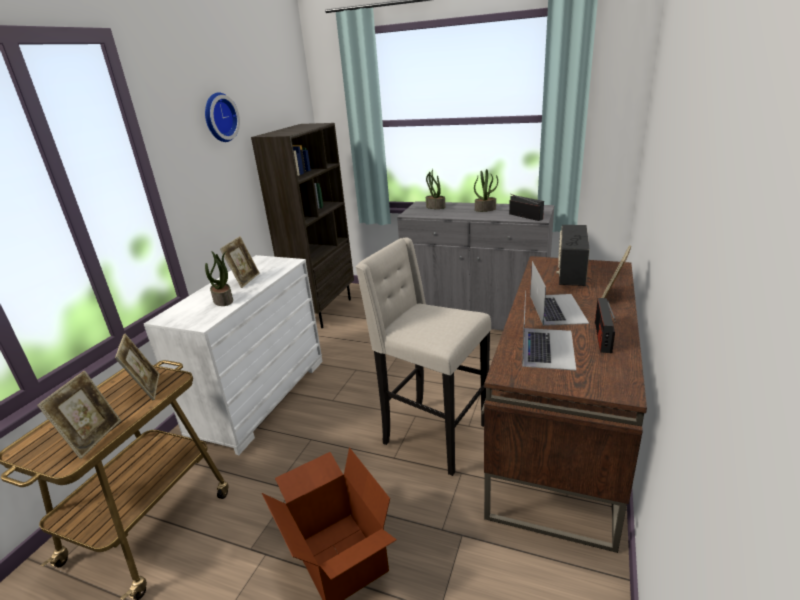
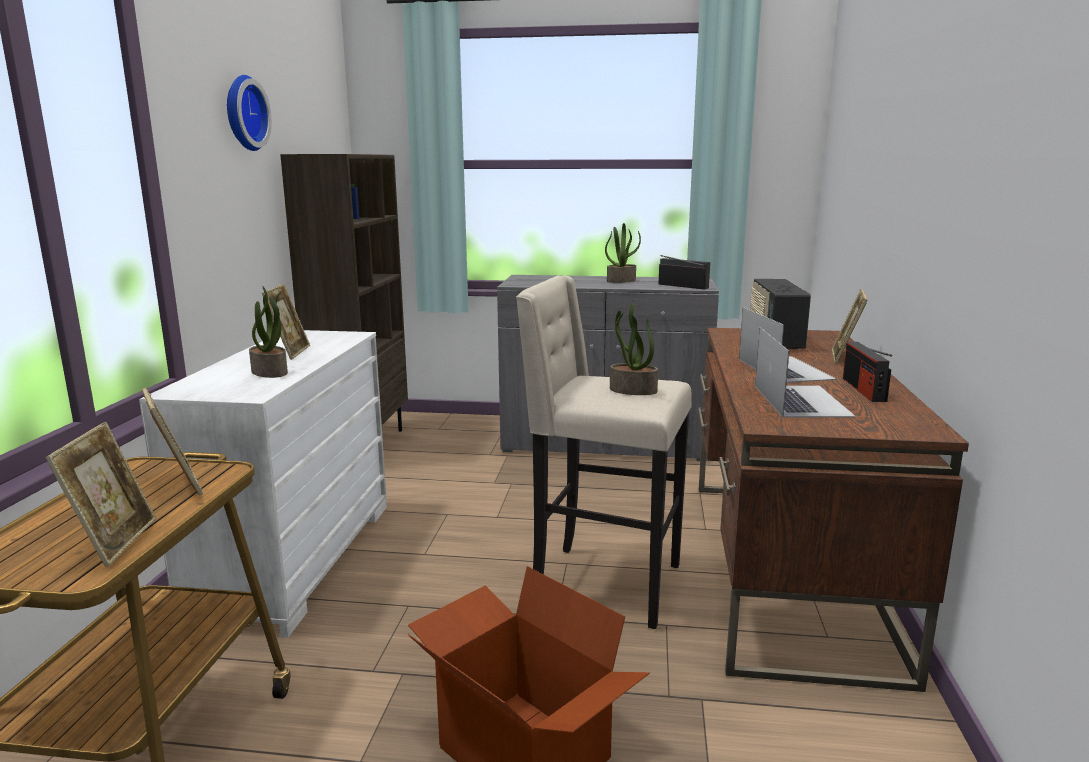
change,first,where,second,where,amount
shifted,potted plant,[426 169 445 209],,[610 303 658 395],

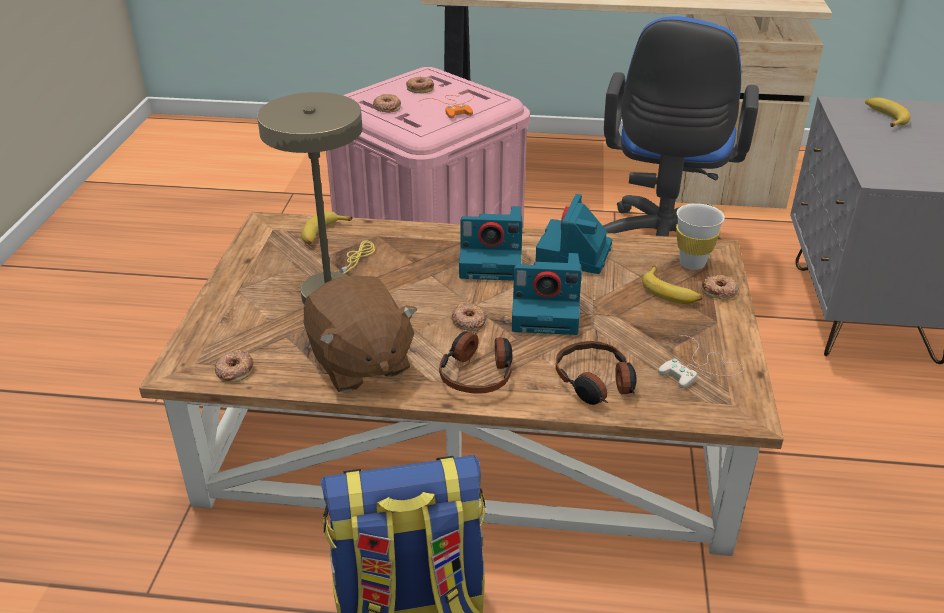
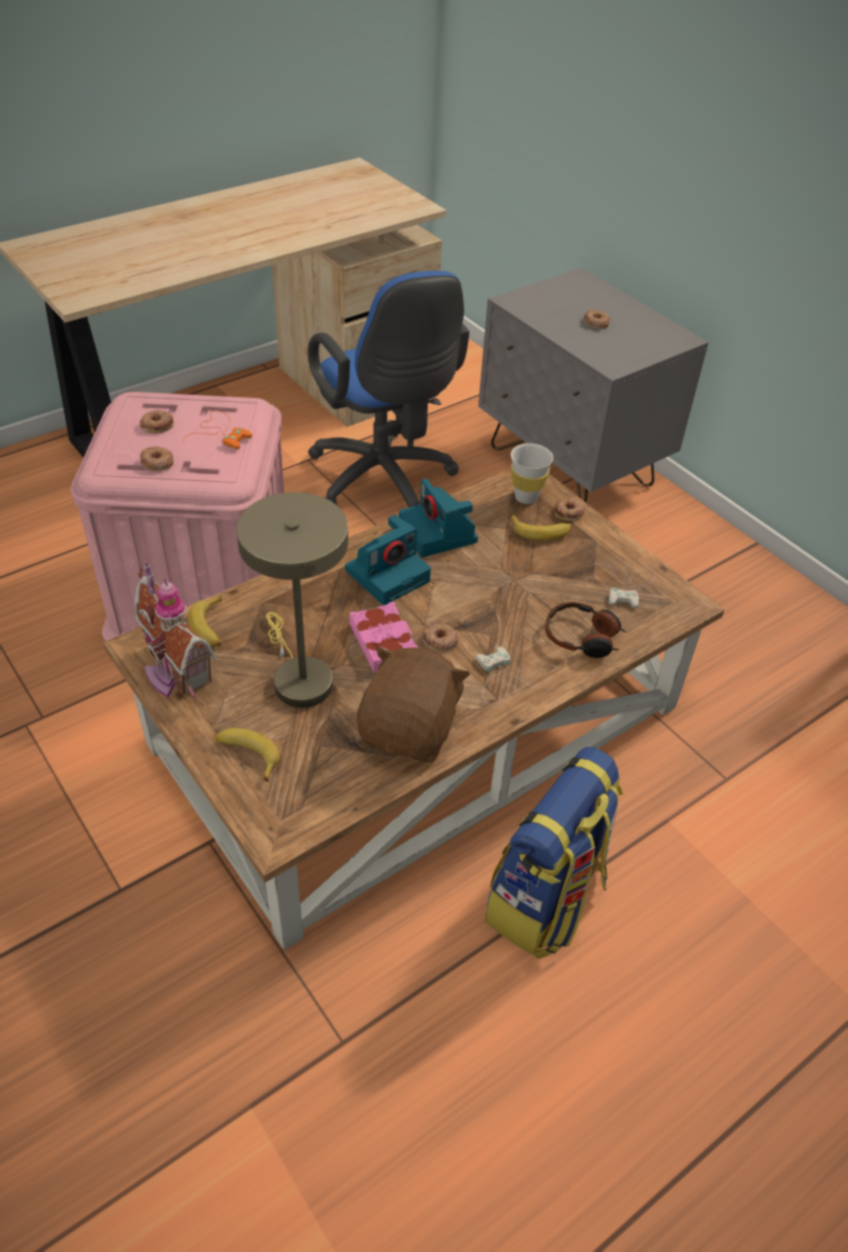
change,first,where,second,where,amount
shifted,whole banana,[865 97 910 127],,[214 728 280 782],
gone,still camera,[512 253 582 335],,,
rotated,plush toy (brownish),[303 275 417 392],,[357 646 470 762],90 degrees counterclockwise
swapped,headphones,[439 331 513 394],gamepad (whitish),[476 647 549 706],
shifted,doughnut,[214 350 253 383],,[584 309 610 329],
new,,,miniature house,[134 562 216 698],
new,,,bound book (pink),[349 601 419 673],

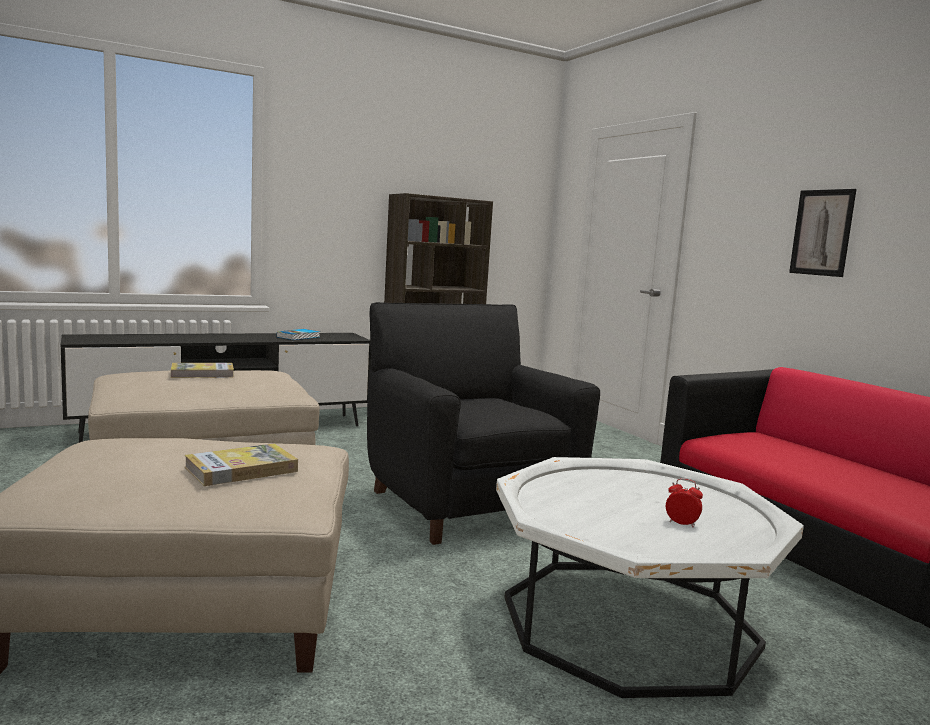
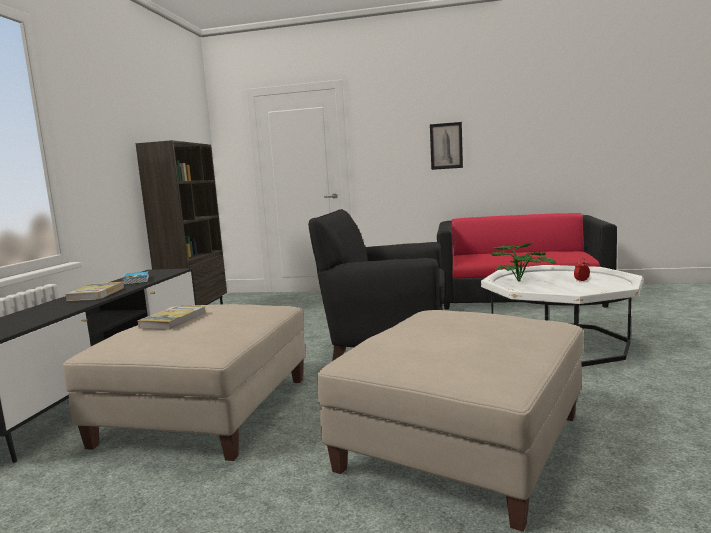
change,first,where,second,where,amount
shifted,bound book,[185 443 298 486],,[65 282 124 301],
new,,,potted plant,[491 242 556 282],

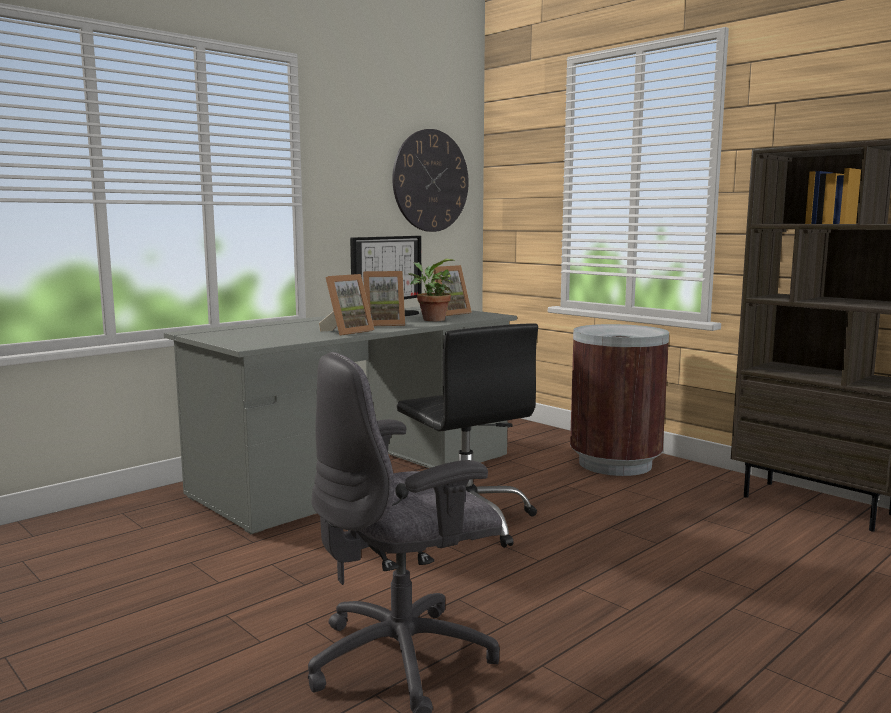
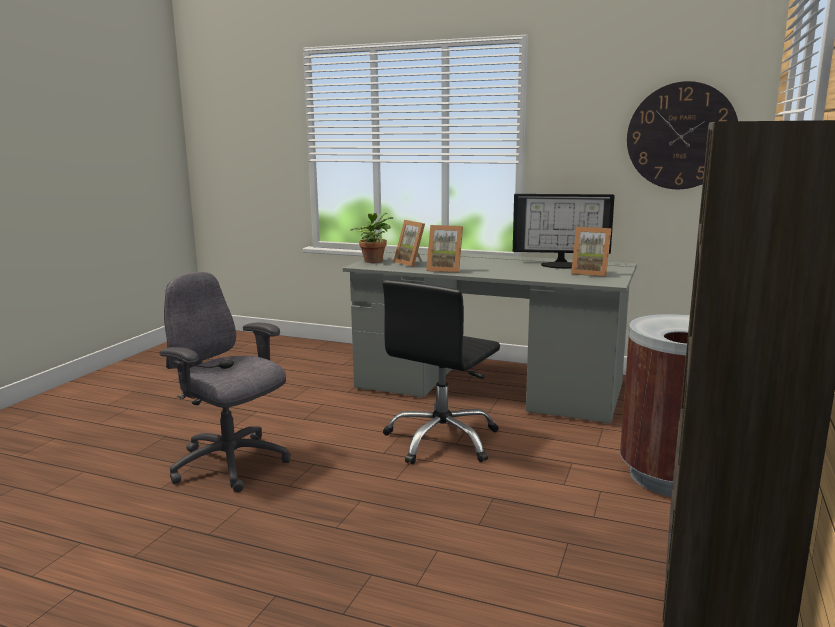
change,first,where,second,where,amount
shifted,potted plant,[408 259 455 321],,[350 213 393 263],
shifted,photo frame,[363 271 405 326],,[393 220 425 267],

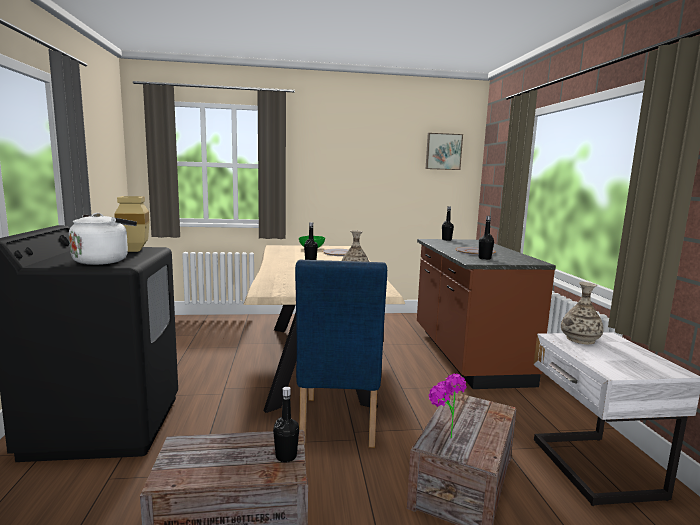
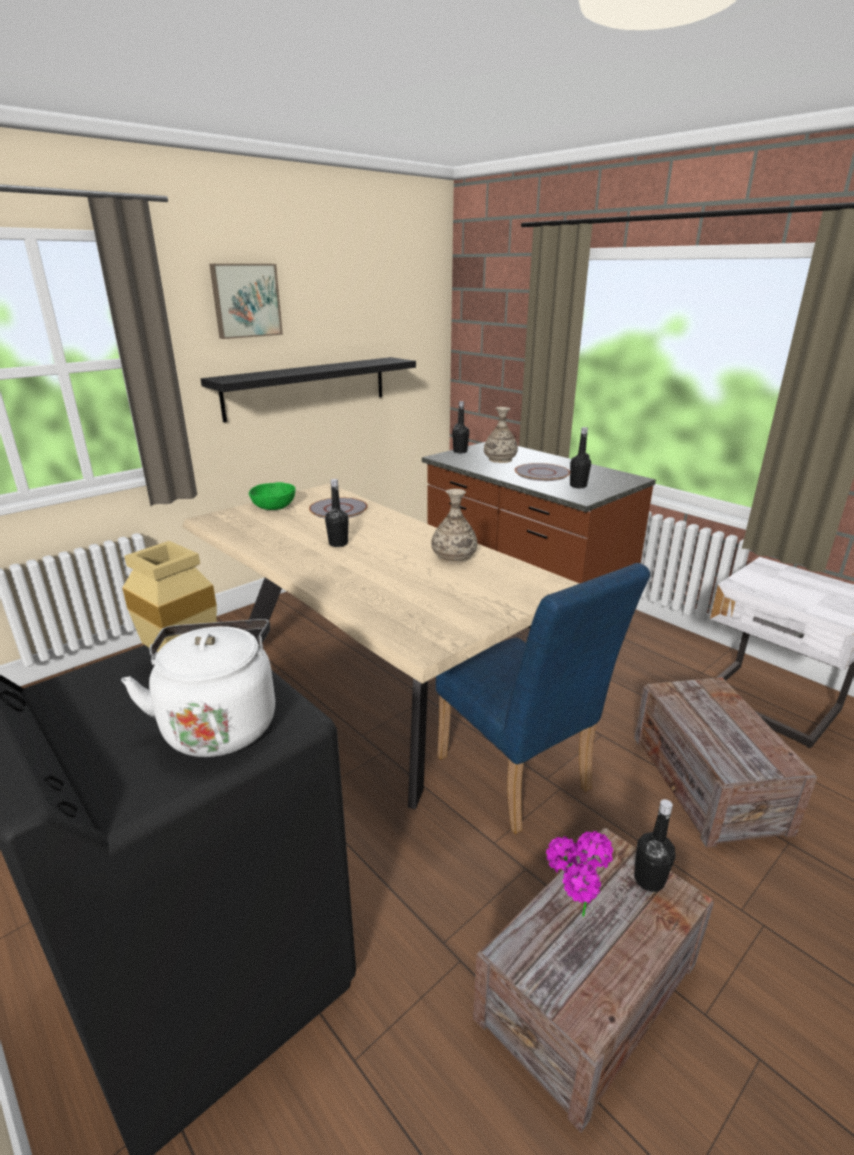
change,first,where,second,where,amount
shifted,picture,[426 133 463 170],,[209 264 283 339],
shifted,vase,[561 282 604 344],,[484 407 518 463],
shifted,potted plant,[429 373 466 438],,[546 831 613 917],
new,,,bracket shelf (blackish),[201 357 416 422],

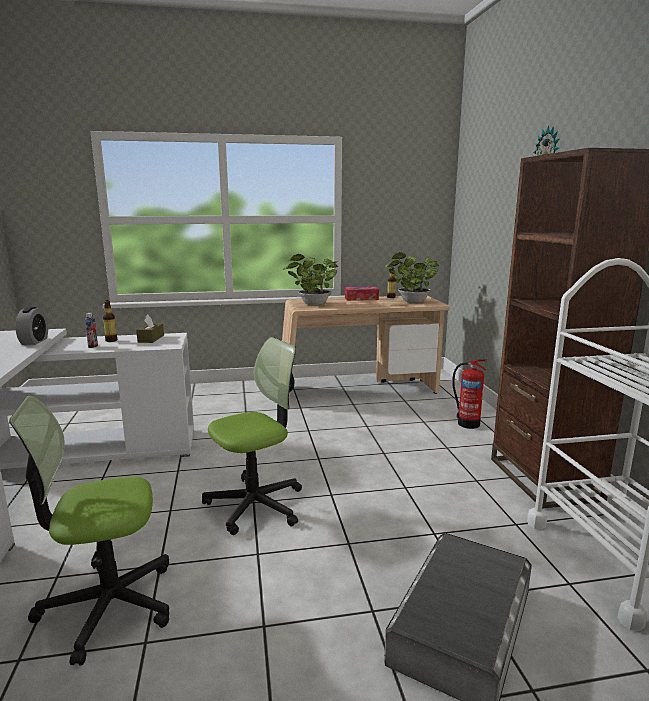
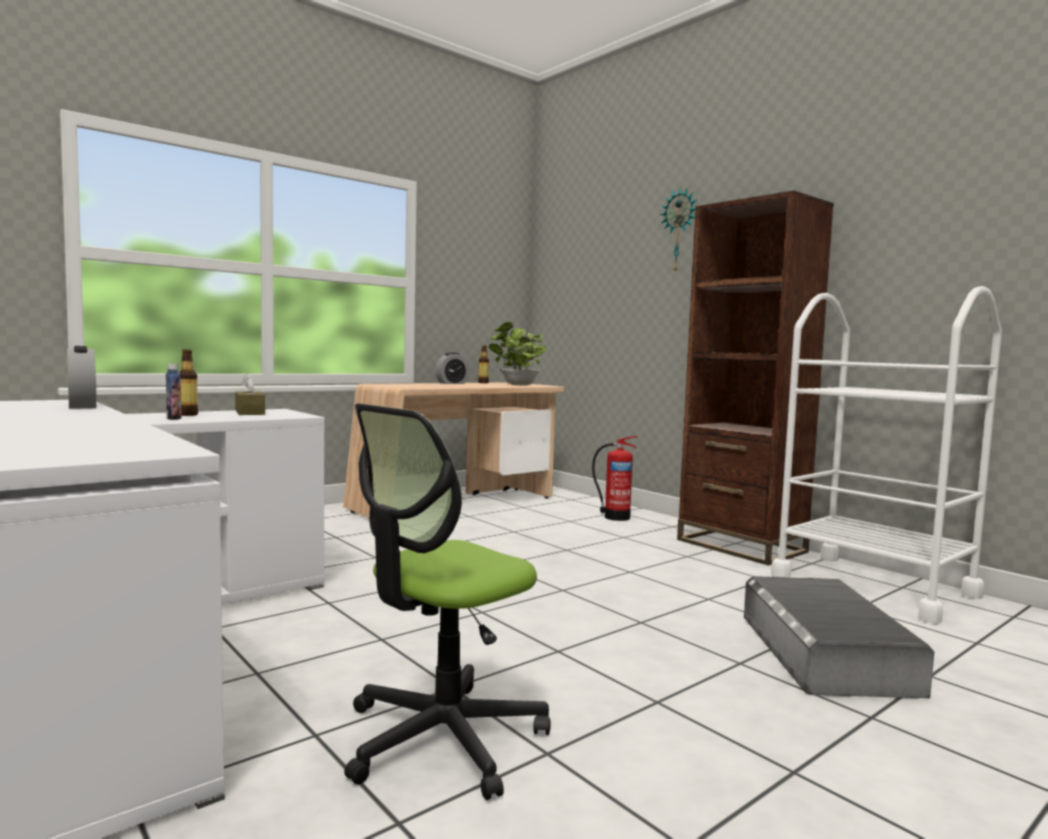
change,first,where,second,where,amount
gone,potted plant,[282 254 339 306],,,
swapped,tissue box,[345 287 379 301],table clock,[435 352 470 384],
gone,desk chair,[202 337 302 535],,,

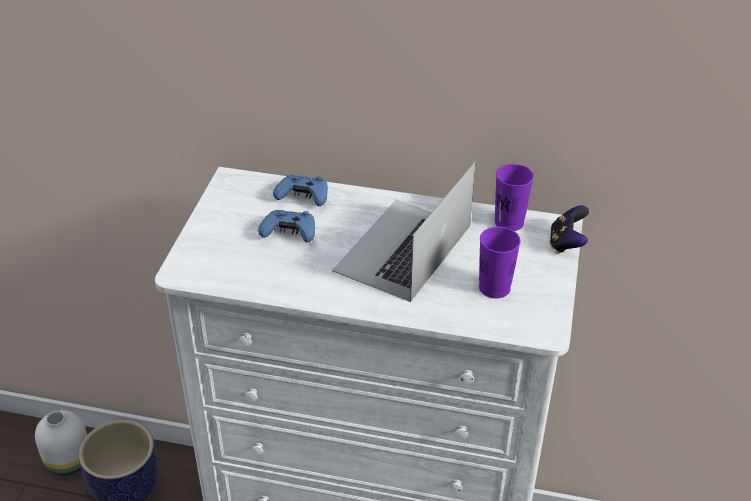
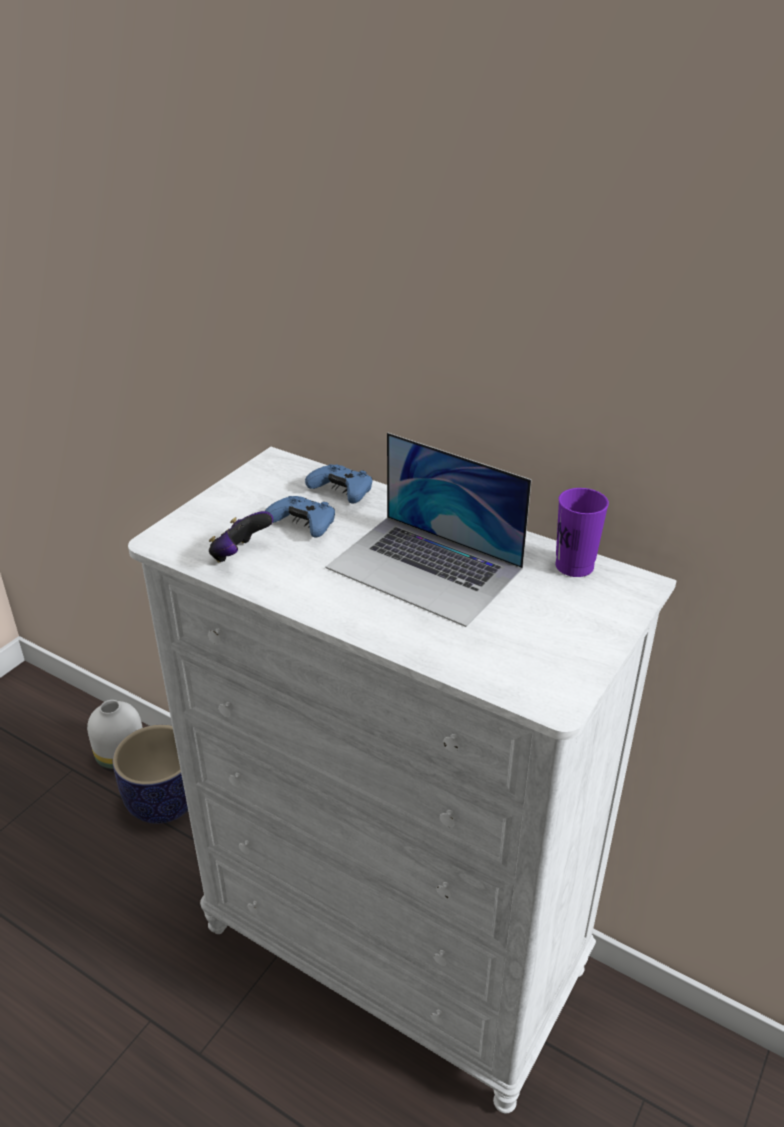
change,first,where,second,where,amount
rotated,laptop,[332 162 476 302],,[326 433 532 627],105 degrees counterclockwise
shifted,gamepad,[549 205 589 253],,[209 511 273 563],
gone,drinking cup (purple-coloured),[479 227 521 298],,,

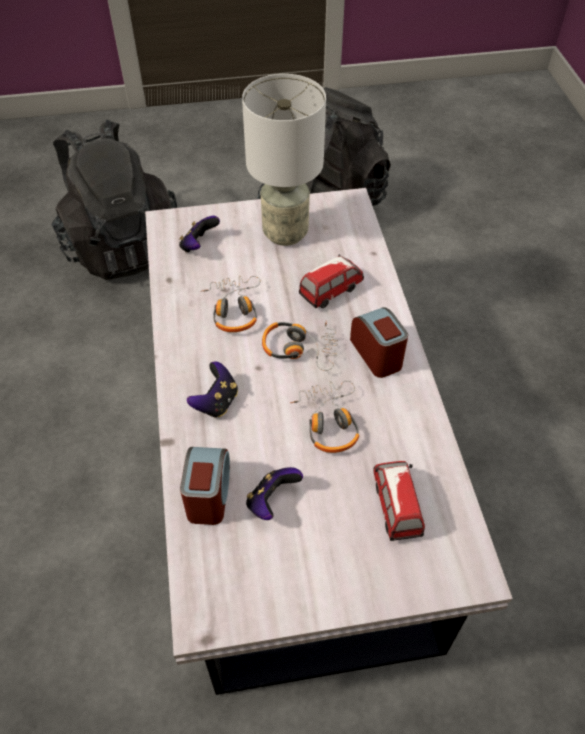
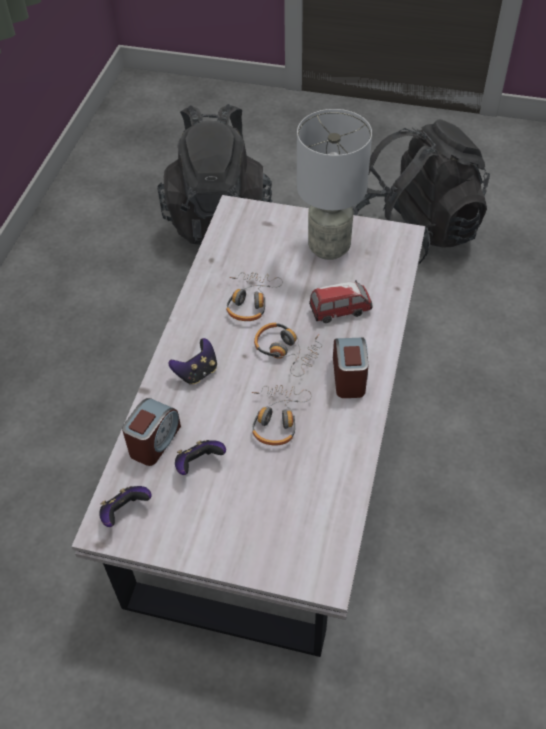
change,first,where,second,where,amount
shifted,gamepad,[179 216 220 252],,[100 486 152 527],
gone,model car,[373 461 425 541],,,

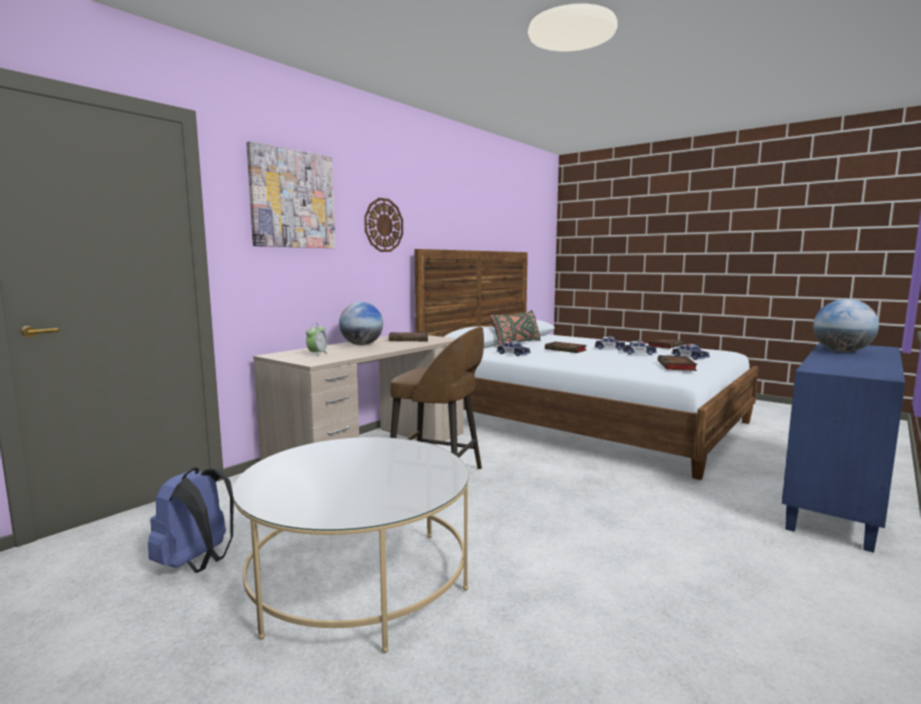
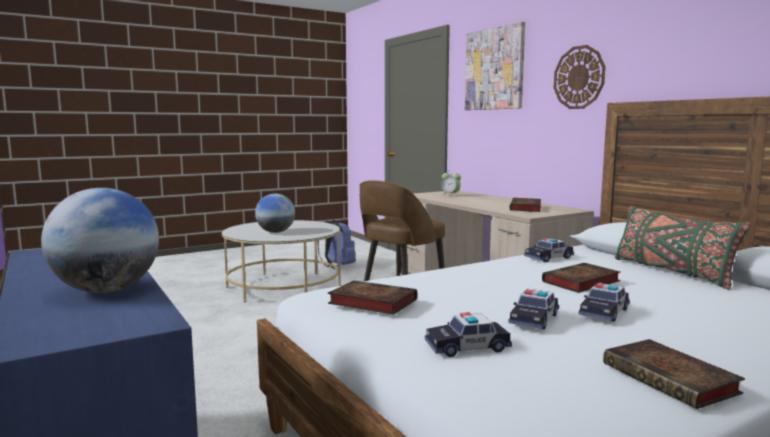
change,first,where,second,where,amount
shifted,globe,[339 302 383 345],,[255 194 295 233],

